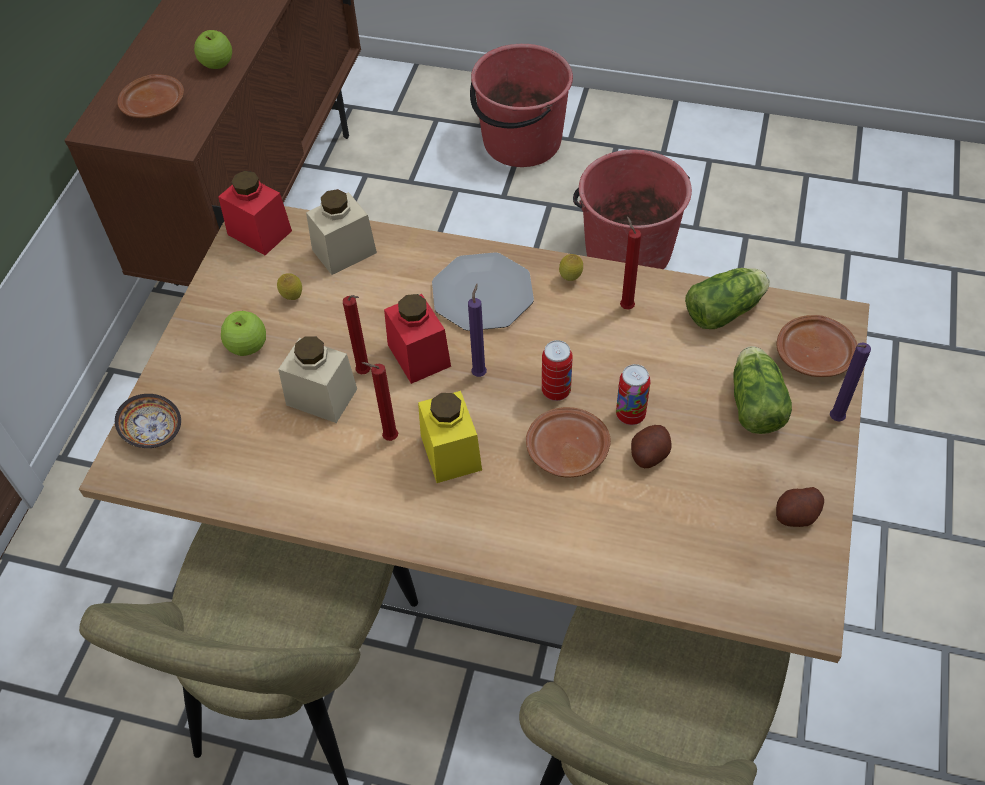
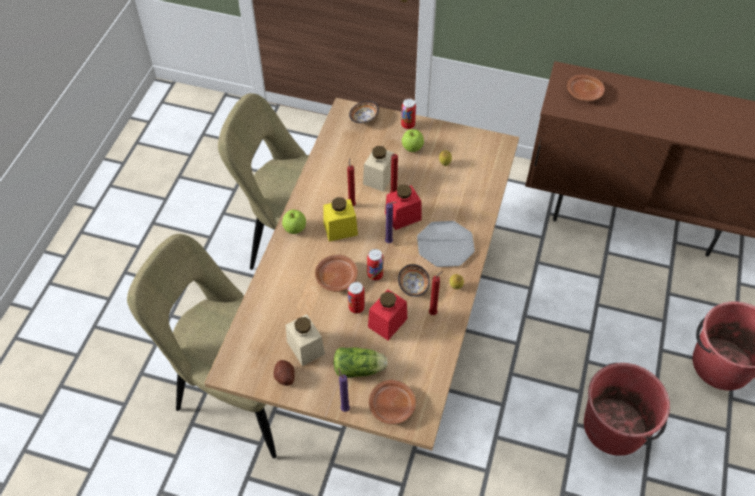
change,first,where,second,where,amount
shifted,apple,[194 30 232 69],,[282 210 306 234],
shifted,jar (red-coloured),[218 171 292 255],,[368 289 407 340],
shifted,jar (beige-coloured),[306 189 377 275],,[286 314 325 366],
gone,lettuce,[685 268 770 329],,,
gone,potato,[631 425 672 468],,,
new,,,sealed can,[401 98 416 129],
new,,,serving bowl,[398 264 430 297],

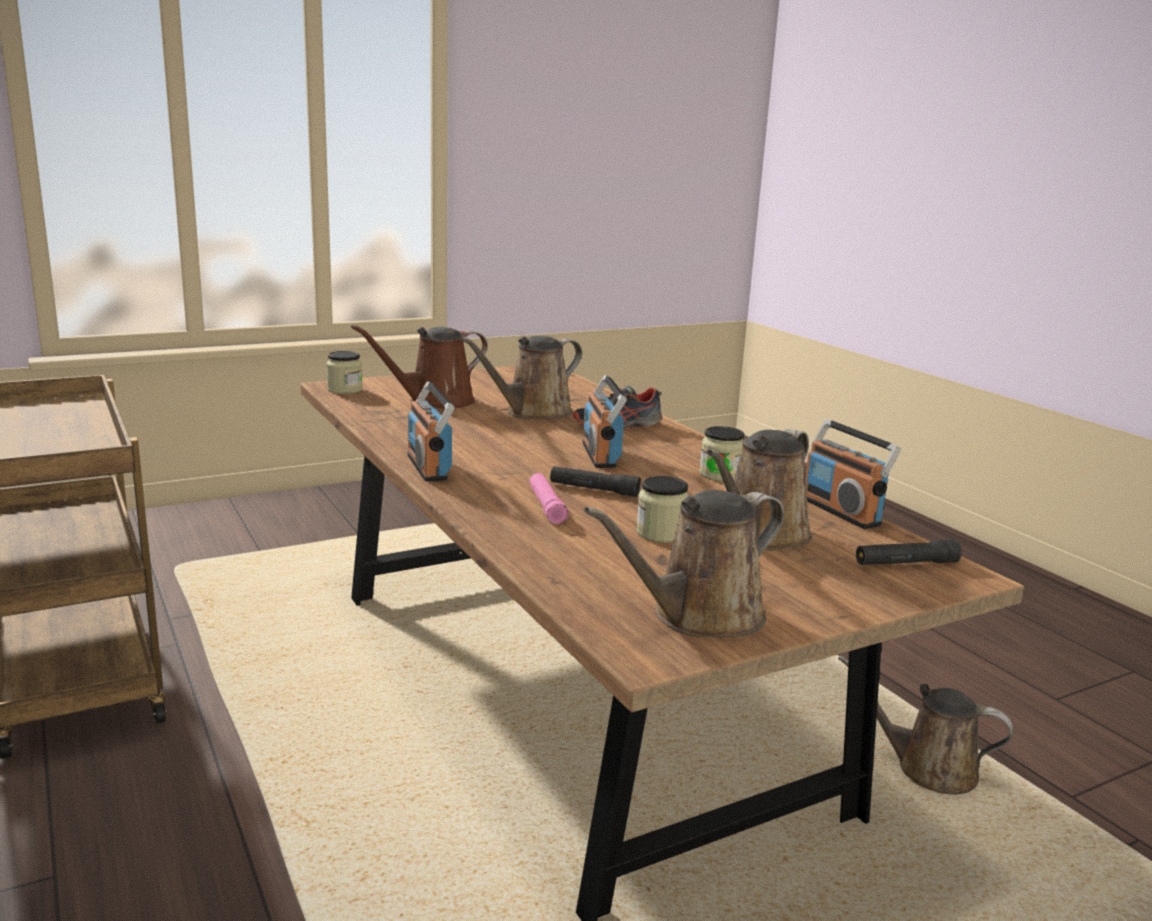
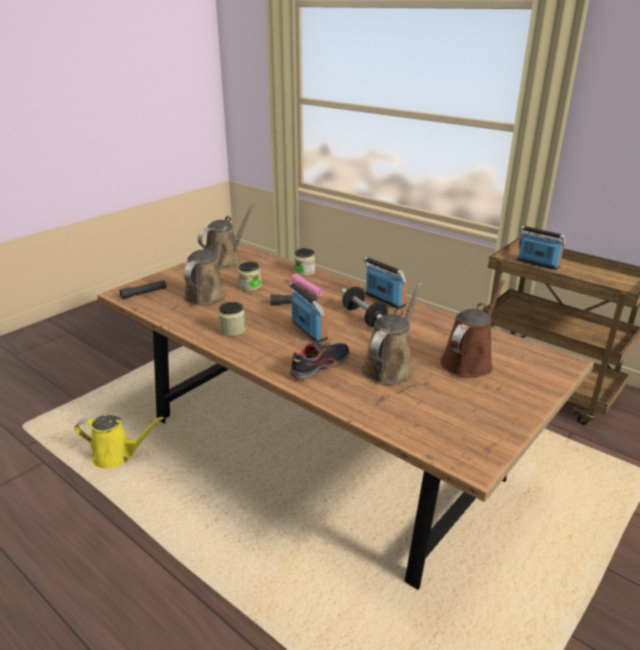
change,first,where,second,where,amount
shifted,jar,[326 351 363 394],,[294 248 315 276],
shifted,radio receiver,[805 419 901 529],,[517 226 565 270],
repainted,watering can (brownish),[838 655 1013 795],watering can (yellow-coloured),[75 415 164 468],
new,,,free weight,[341 287 388 327],

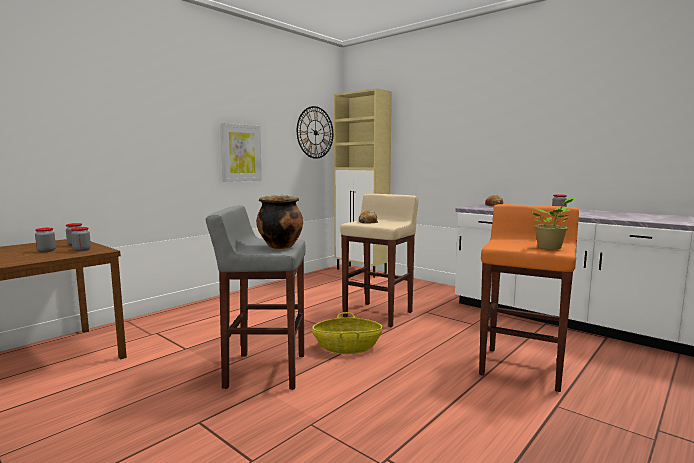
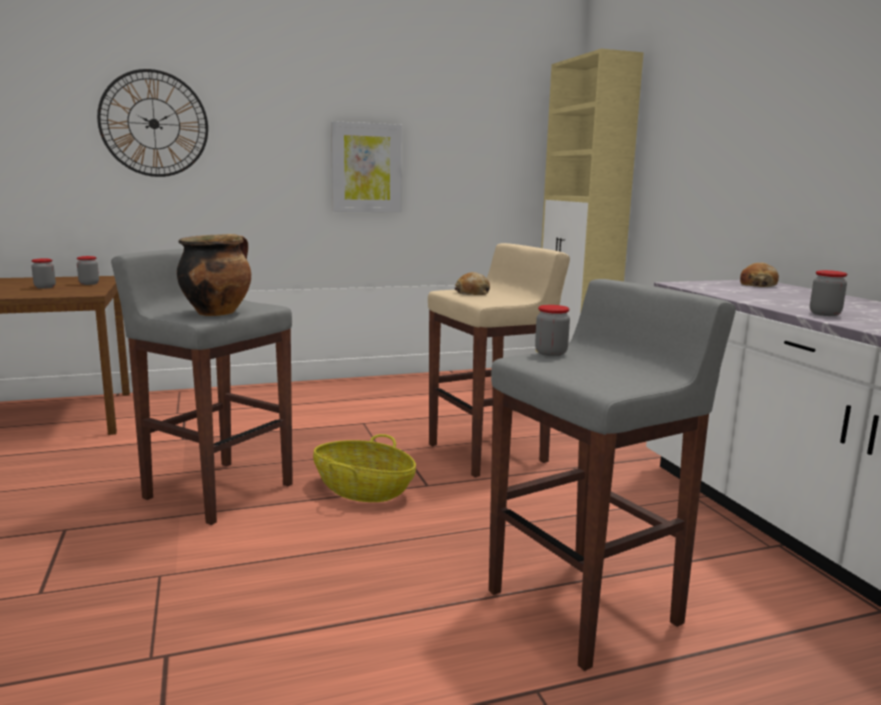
change,first,where,second,where,amount
shifted,hanging clock,[297 106 333 159],,[97 69 208 177],
gone,potted plant,[530 197 575 250],,,
repainted,sitting stool (orange),[479 204 579 392],sitting stool (grey),[489 279 736 671],
shifted,jar,[71 227 91 252],,[535 305 570 356],

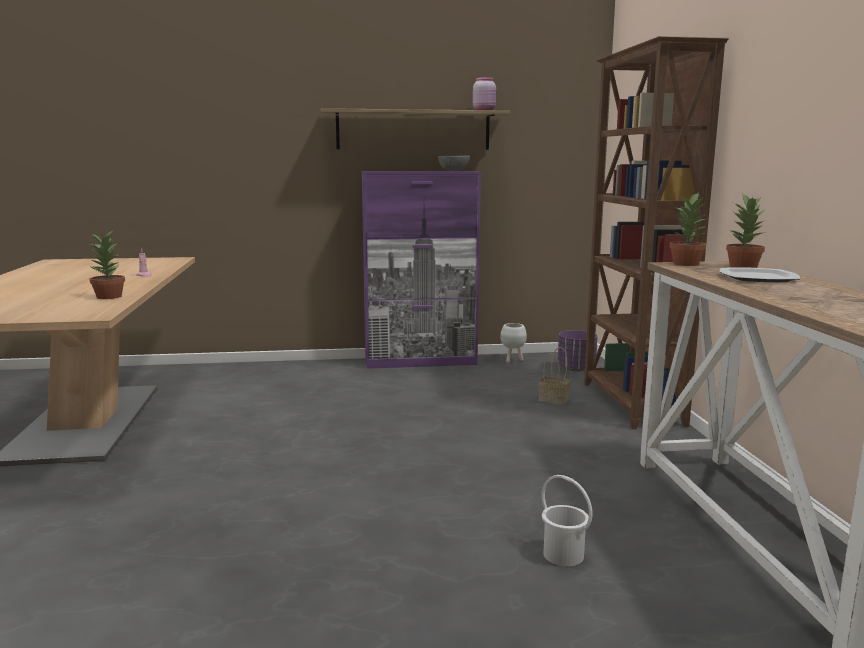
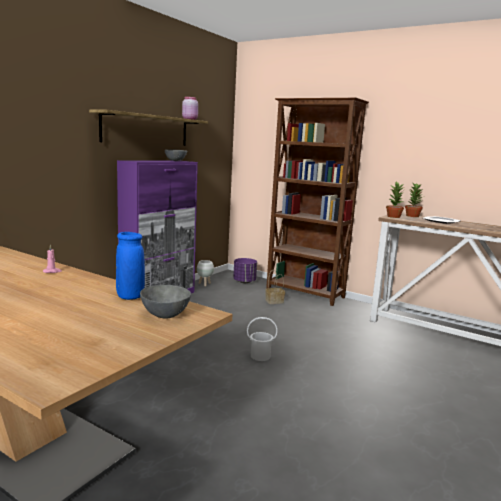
change,first,where,second,where,amount
swapped,potted plant,[89 230 125 299],vase (bluish),[116 232 145 300],
shifted,pail (whitish),[541 475 593 566],,[247 317 278 361],
new,,,serving bowl (grey),[140 285 191 318],

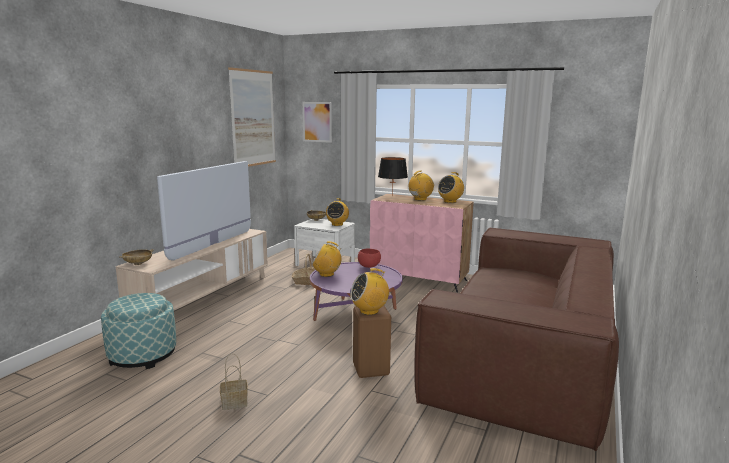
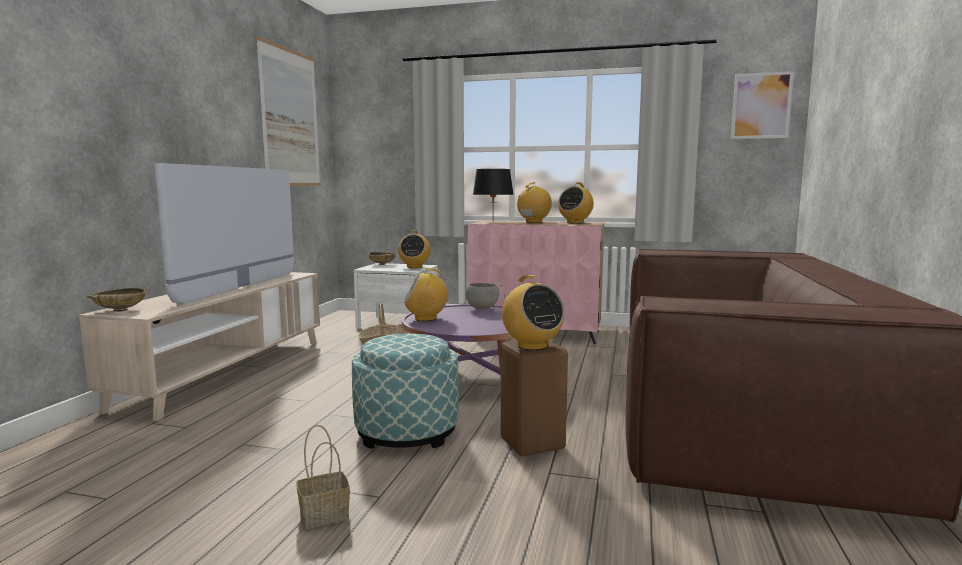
change,first,where,second,where,amount
shifted,picture,[303 102 332 143],,[731 71 794 139],
repainted,serving bowl (red-coloured),[358 249 381 268],serving bowl (grey),[466 283 499 309],
rotated,radio receiver,[350 268 389 315],,[501 275 564 350],90 degrees counterclockwise
shifted,footrest,[101 293 176 369],,[352 333 459 449],

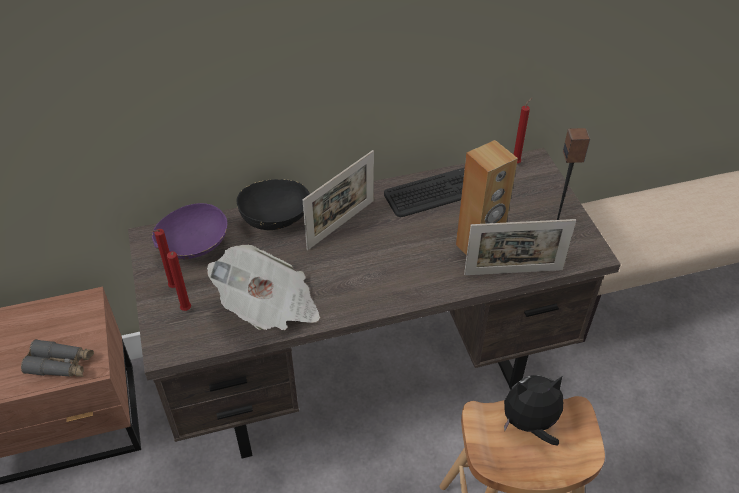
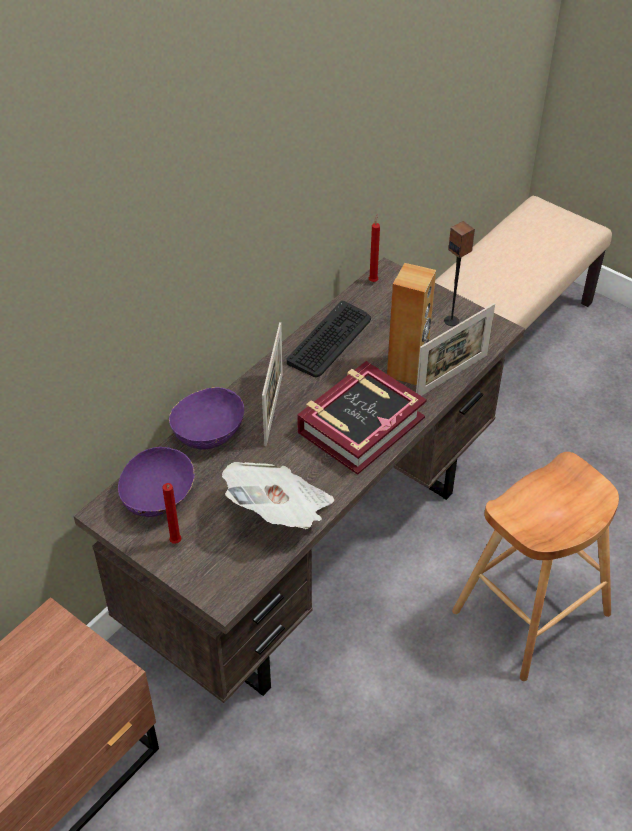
change,first,where,second,where,amount
repainted,serving bowl (blackish),[236 179 310 230],serving bowl (purple-coloured),[169 387 244 449],
gone,wax light (red-coloured),[167 251 191 311],,,
gone,binoculars (grey),[21 339 94 377],,,
gone,plush toy,[504 375 563 446],,,
new,,,bound book,[297 361 427 475],

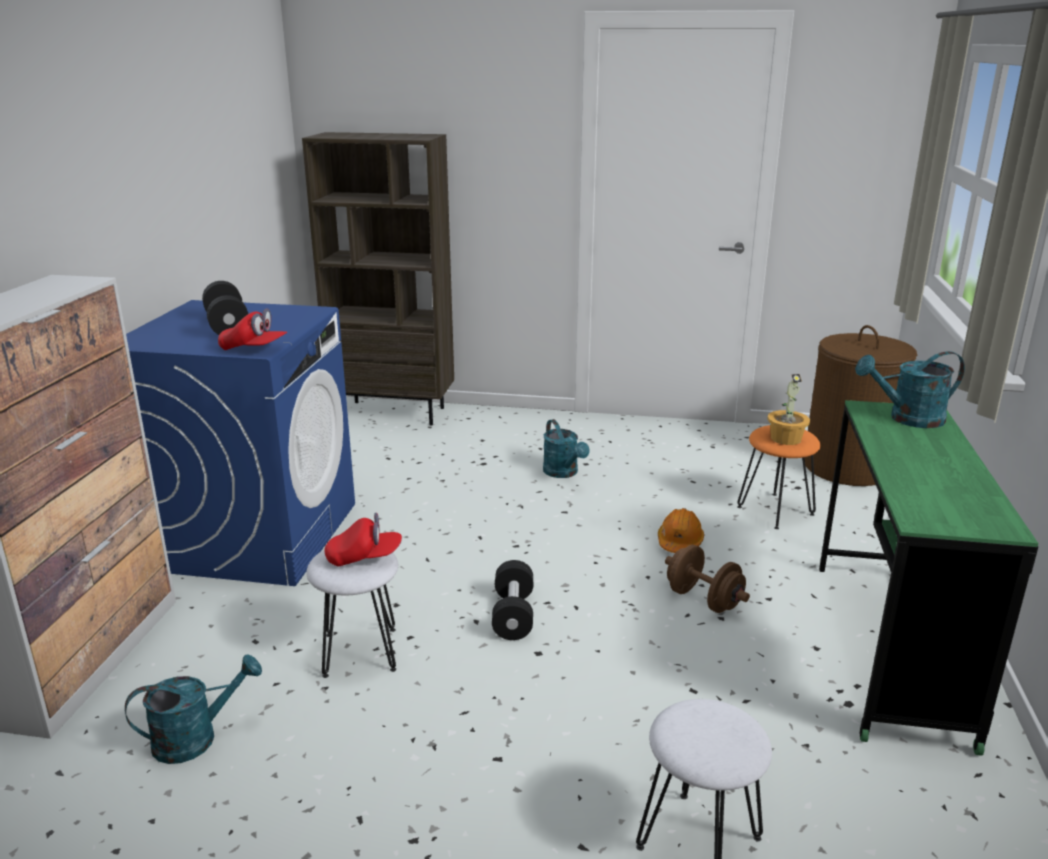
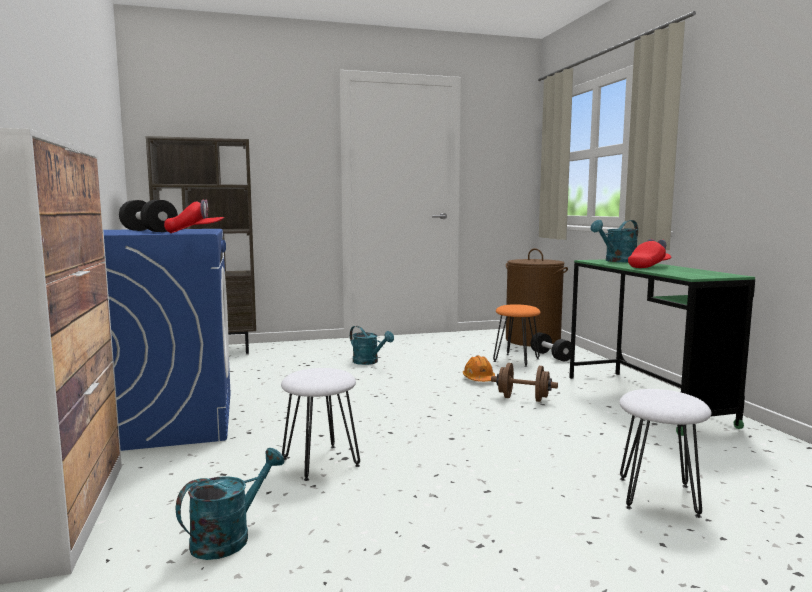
change,first,where,second,where,amount
gone,potted plant,[767 374 810 445],,,
shifted,peaked cap (red-coloured),[325 513 402 566],,[628 239 671 268],
shifted,free weight (blackish),[492 560 533 640],,[531 332 571 361],

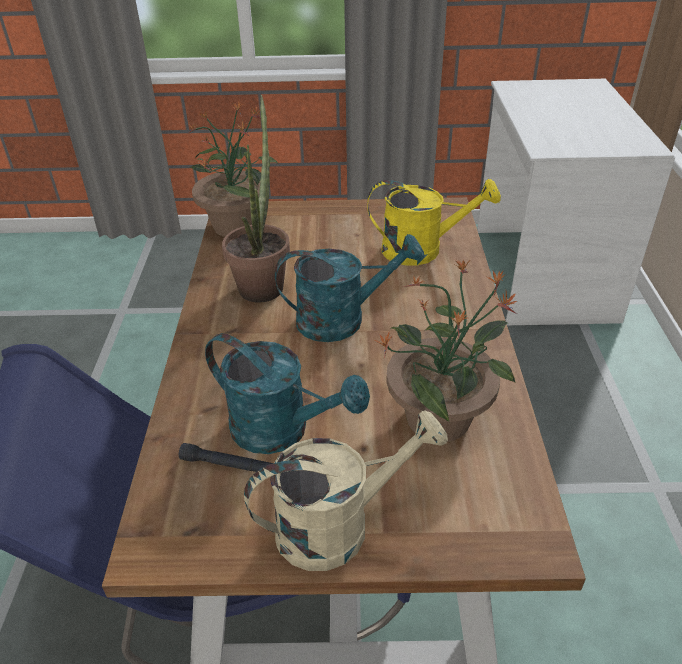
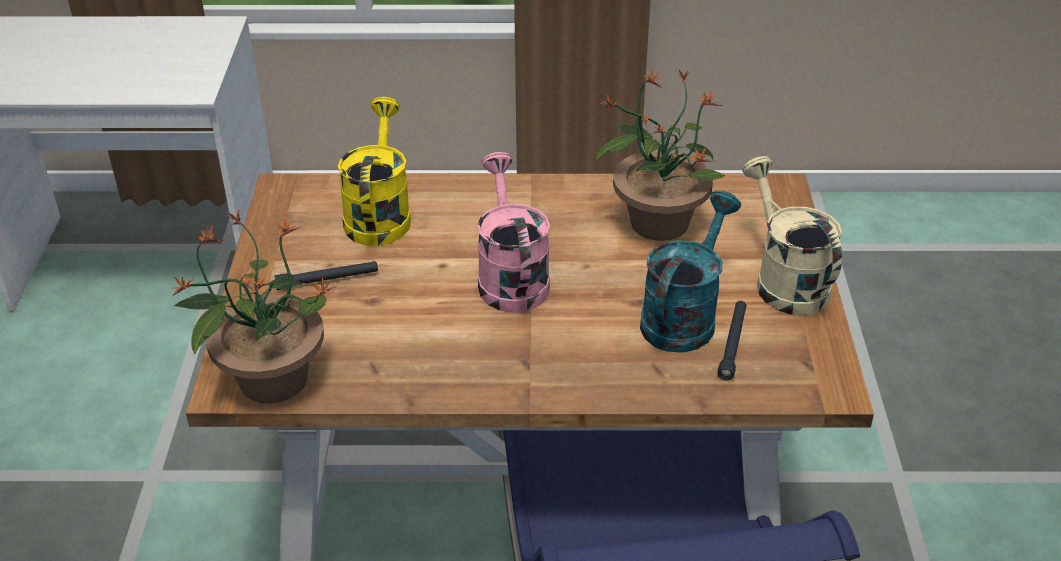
change,first,where,second,where,amount
gone,potted plant,[222 95 290 303],,,
repainted,watering can (blue-green),[275 234 424 342],watering can (pink),[477 152 550 313],
new,,,torch (blackish),[274 261 378 290],

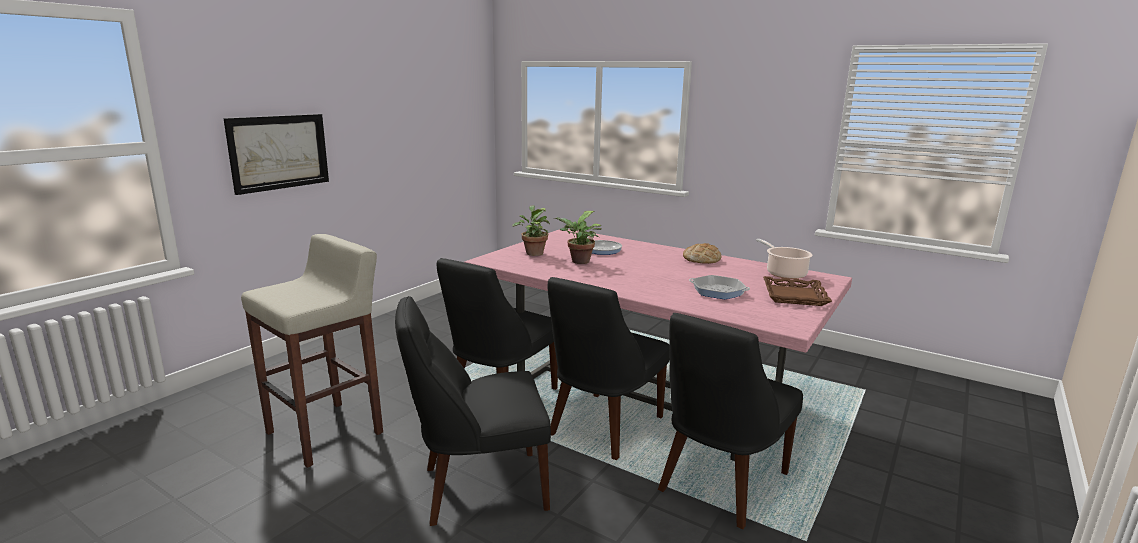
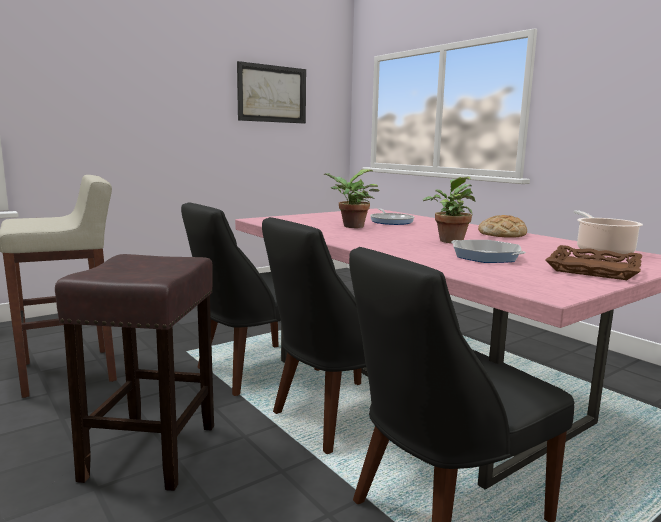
change,first,where,second,where,amount
shifted,picture,[223 114 329 195],,[237 61 306 123],
shifted,potted plant,[512 205 550 256],,[423 177 476 243],
swapped,chair (blackish),[395 296 551 526],sitting stool (brownish),[55 254 214 491],

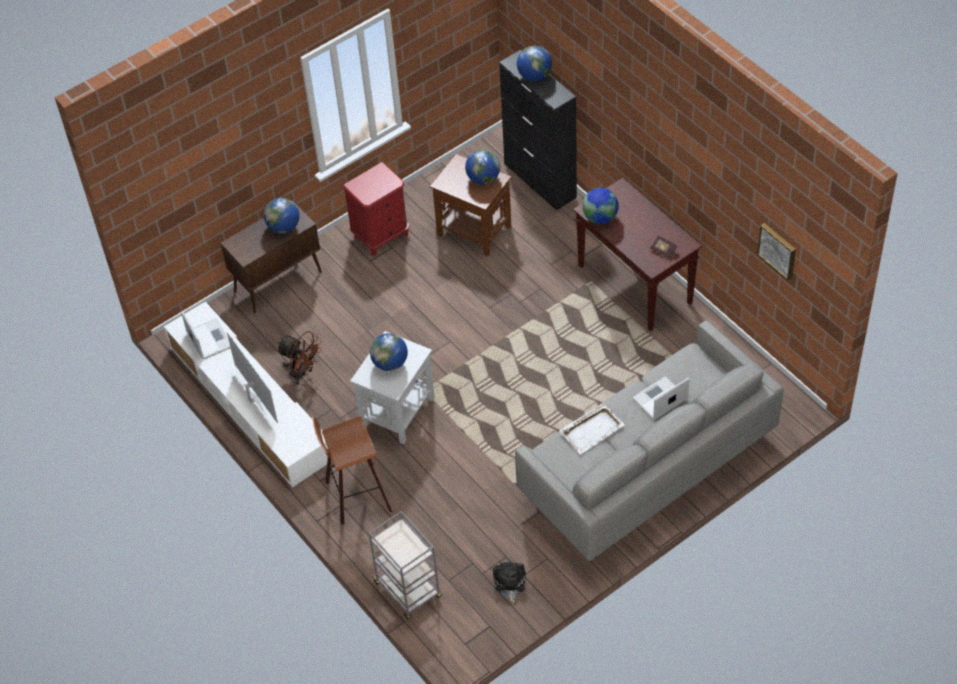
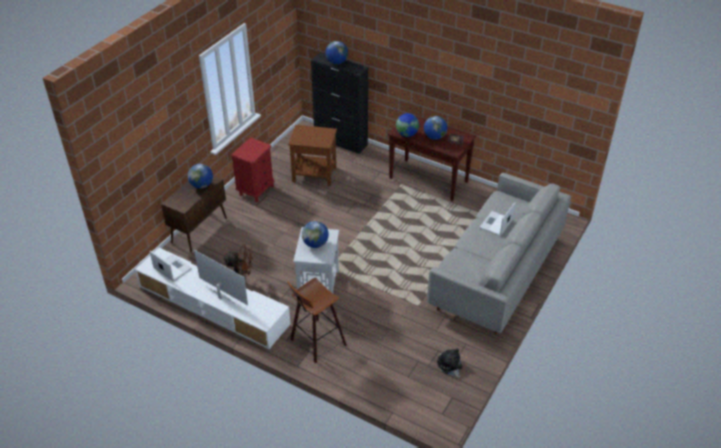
change,first,where,second,where,amount
shifted,globe,[465 149 500 185],,[424 116 447 140],
gone,picture,[757 223 796 280],,,
gone,carrying tray (whitish),[560 403 625 455],,,
gone,trolley (grey),[368 511 442 619],,,

